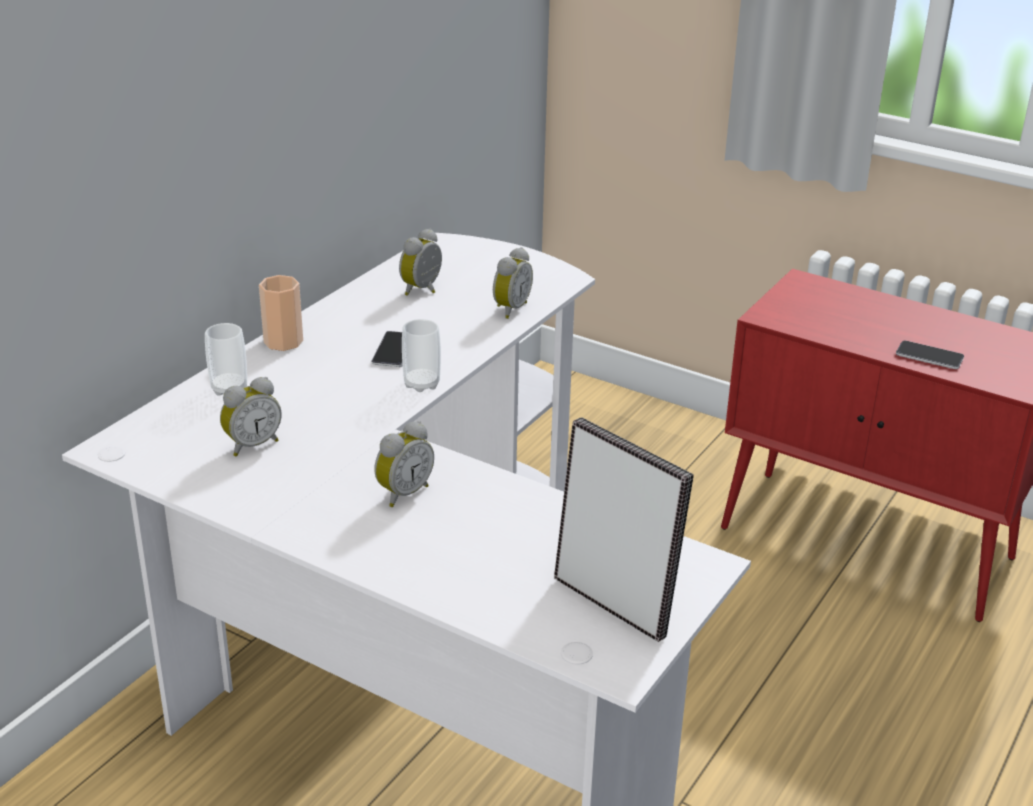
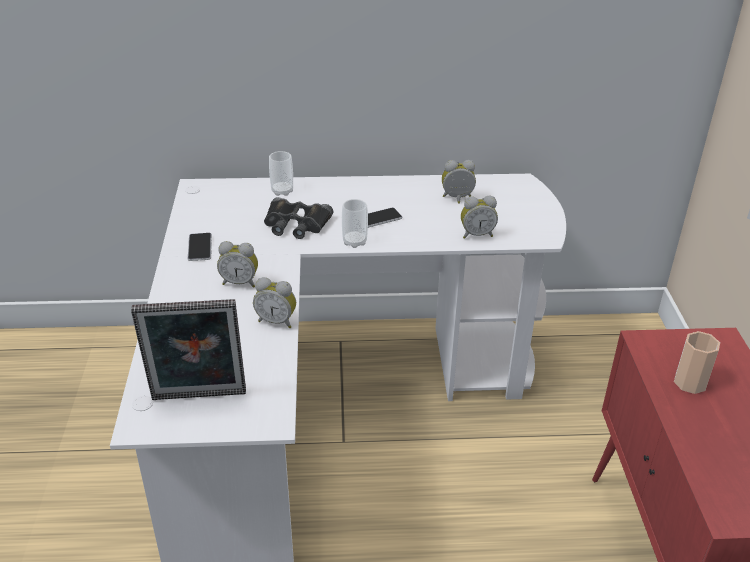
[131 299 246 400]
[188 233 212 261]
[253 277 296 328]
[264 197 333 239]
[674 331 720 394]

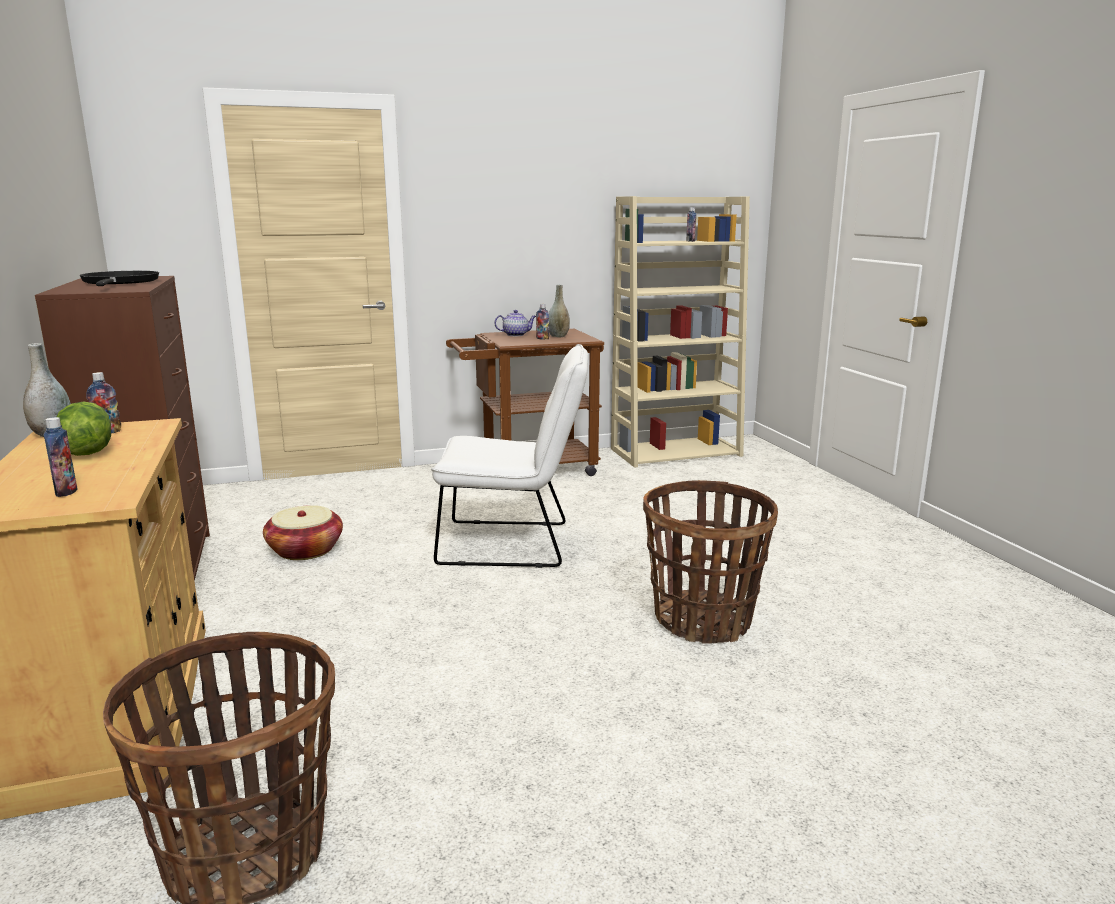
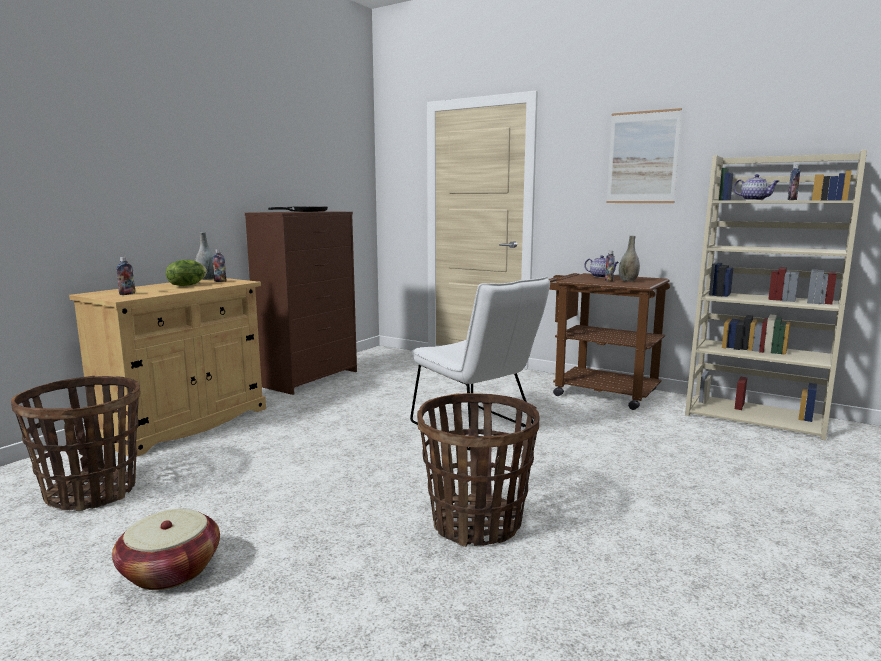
[112 509 220 590]
[607 108 682 203]
[733 174 779 200]

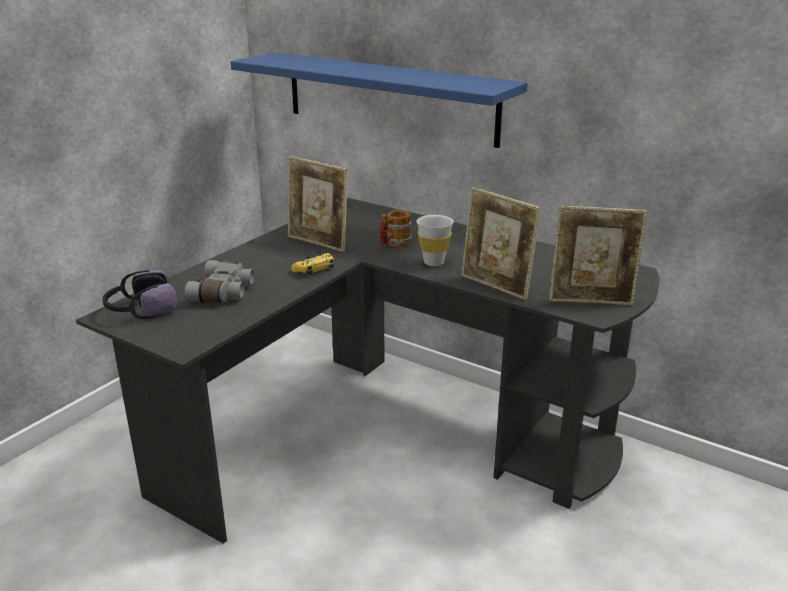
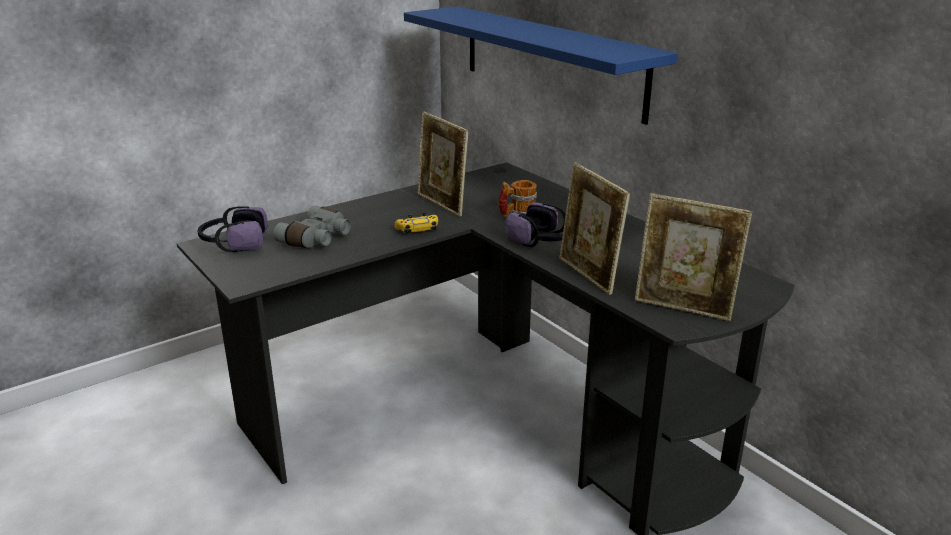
[506 202 565 247]

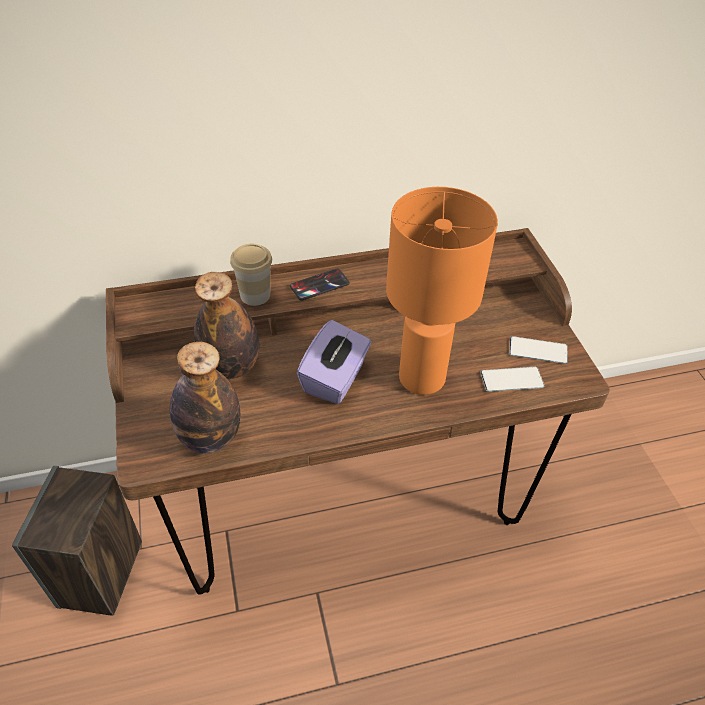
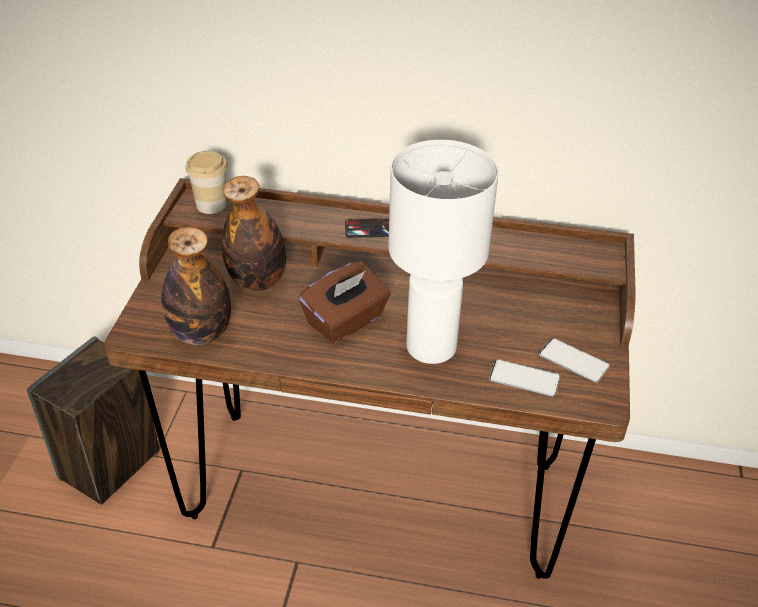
[186 151 228 214]
[299 261 391 343]
[389 140 499 364]

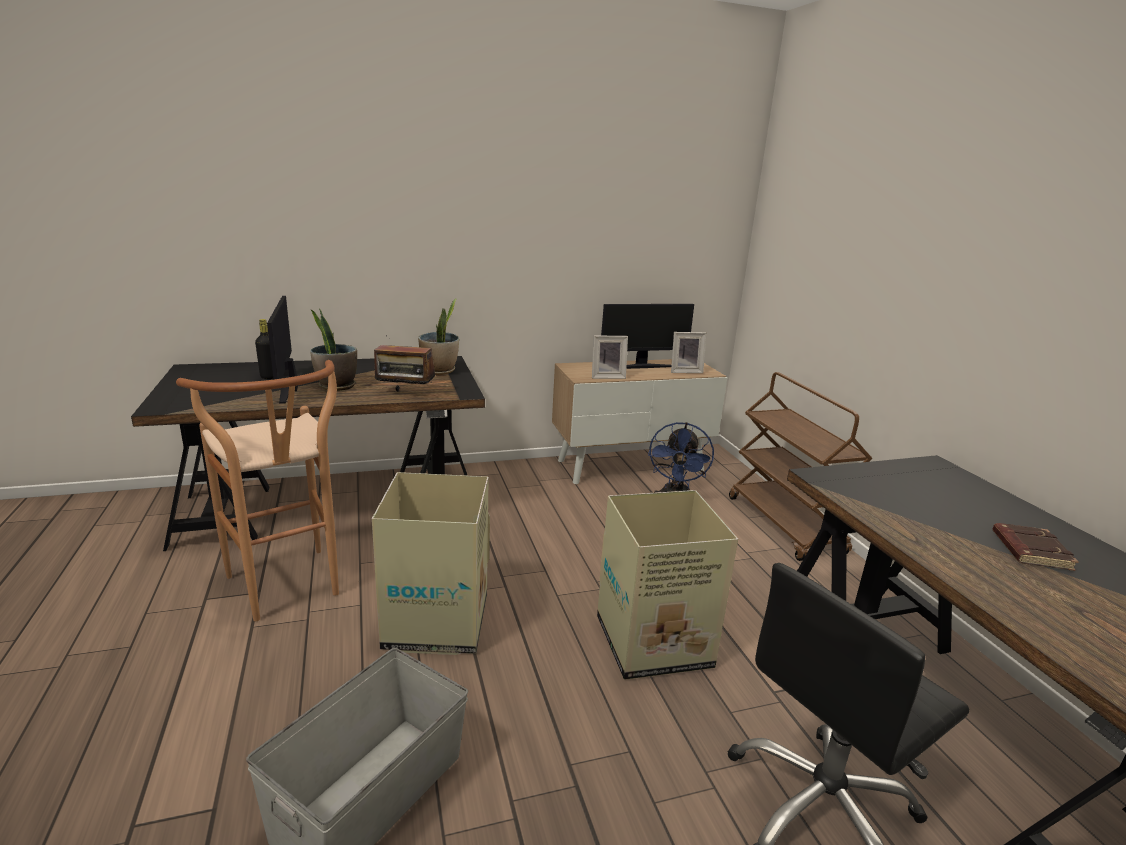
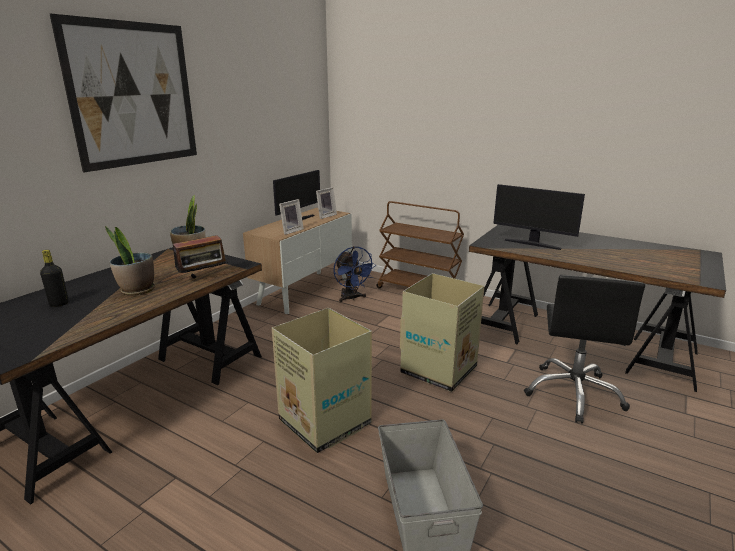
[50 14 197 172]
[493 184 585 250]
[176 360 339 621] (first image)
[992 523 1079 571] (first image)

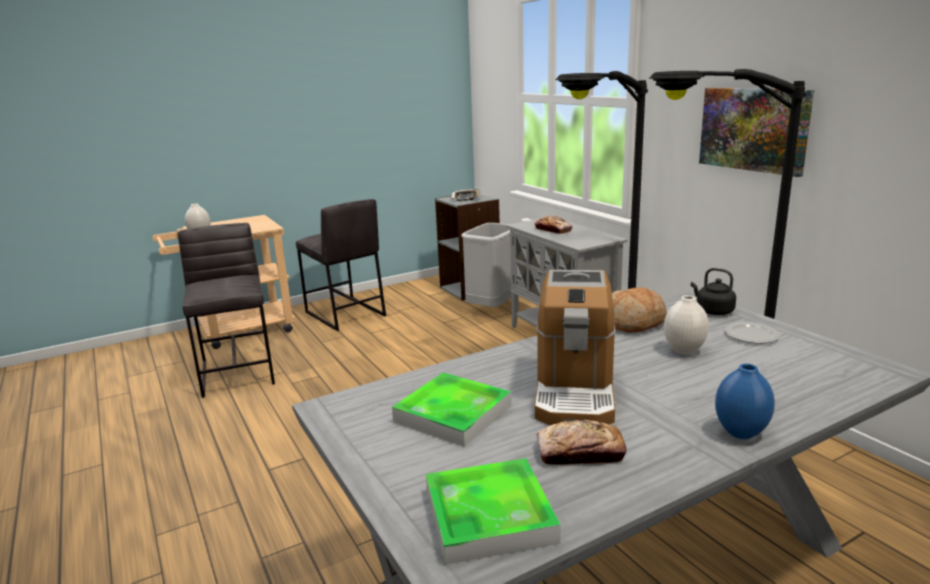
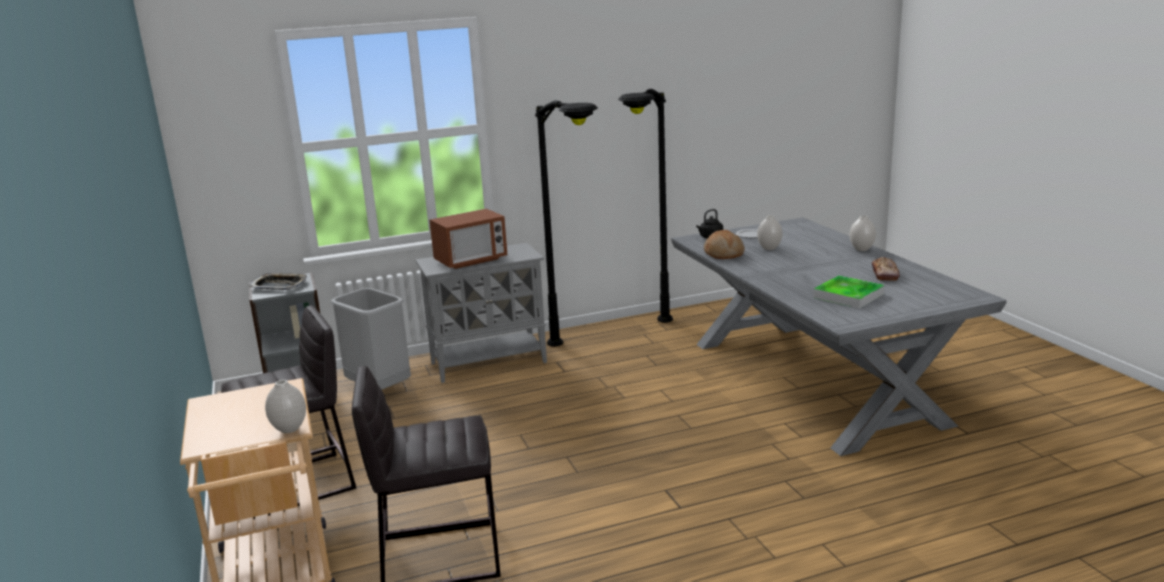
[429 209 507 269]
[850 216 876 251]
[426 458 561 565] (first image)
[535 270 616 425] (first image)
[699 88 814 177] (first image)

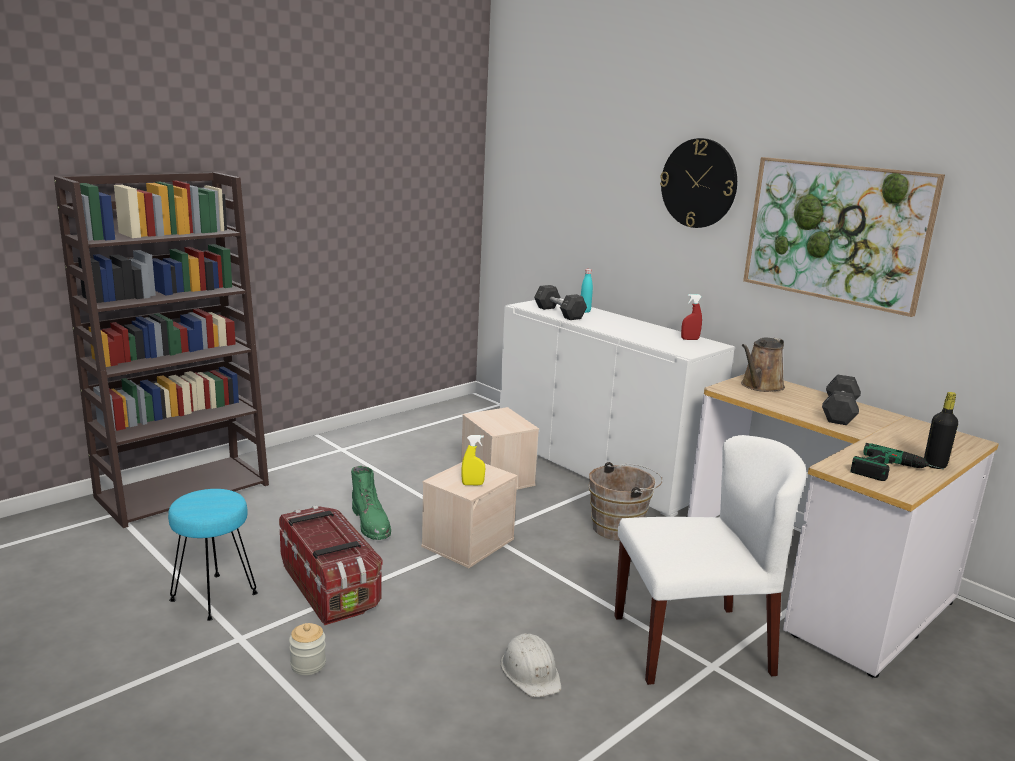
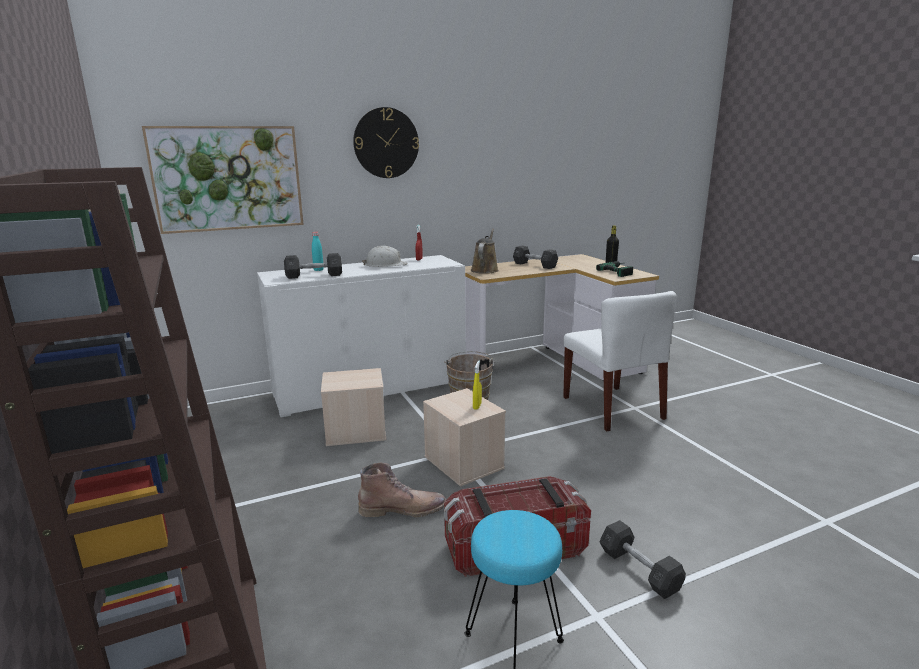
[142 126 304 234]
[358 463 446 518]
[362 246 407 267]
[471 229 499 274]
[563 291 676 431]
[600 520 686 599]

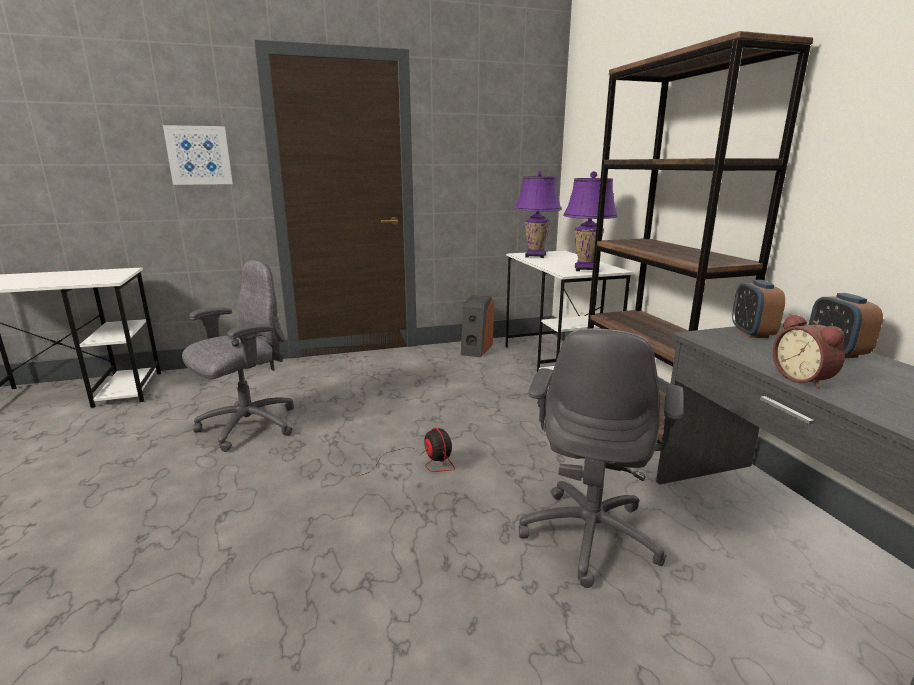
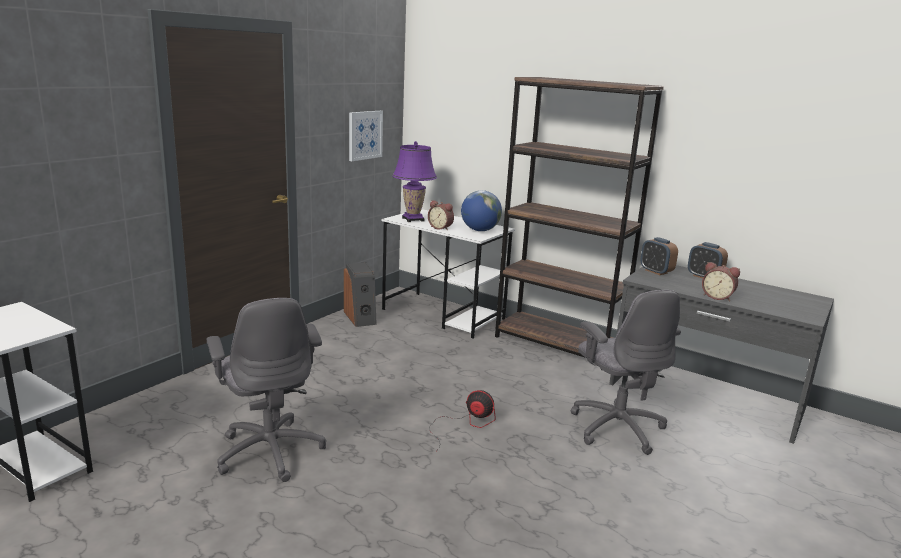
[207 298 326 482]
[349 111 383 161]
[428 200 454 231]
[461 190 502 231]

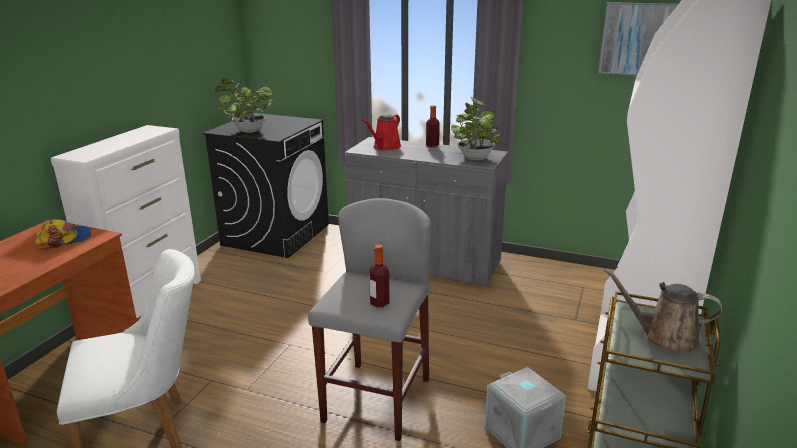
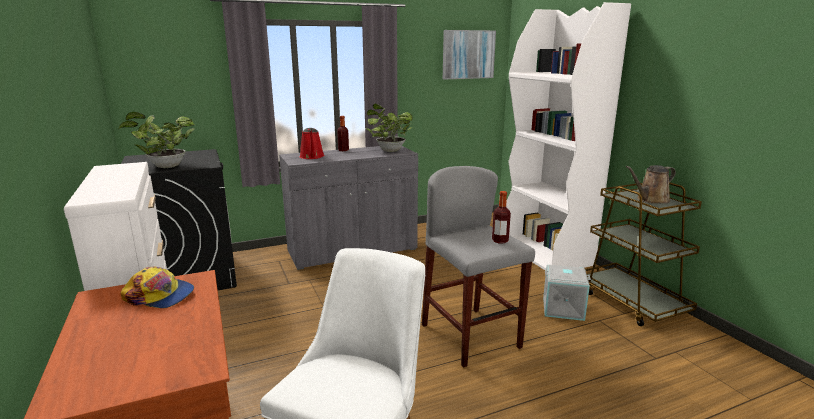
[121 266 194 308]

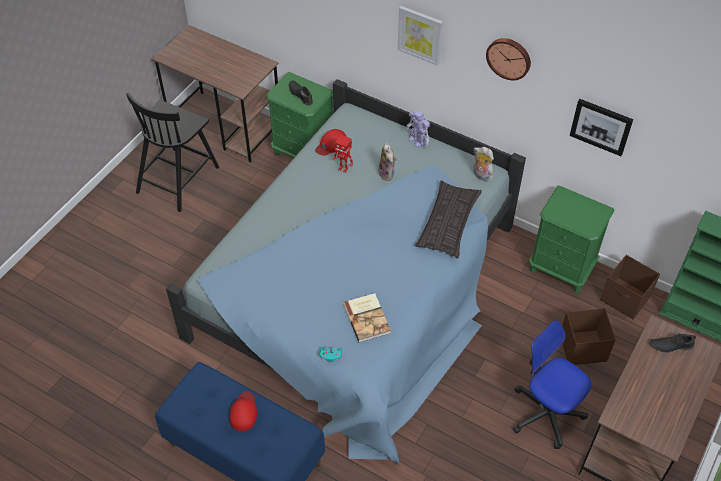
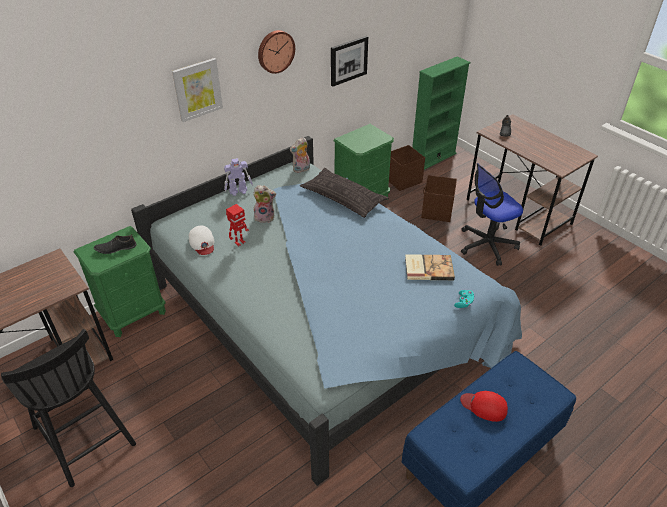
[189 225 215 255]

